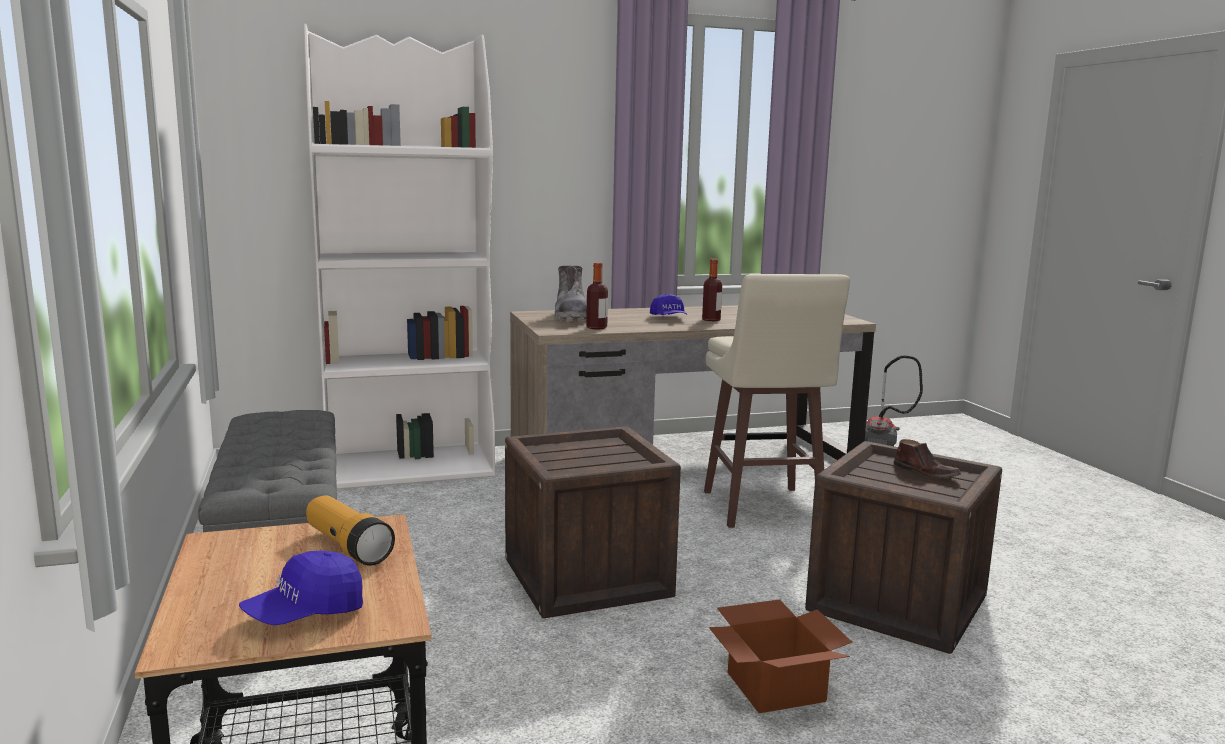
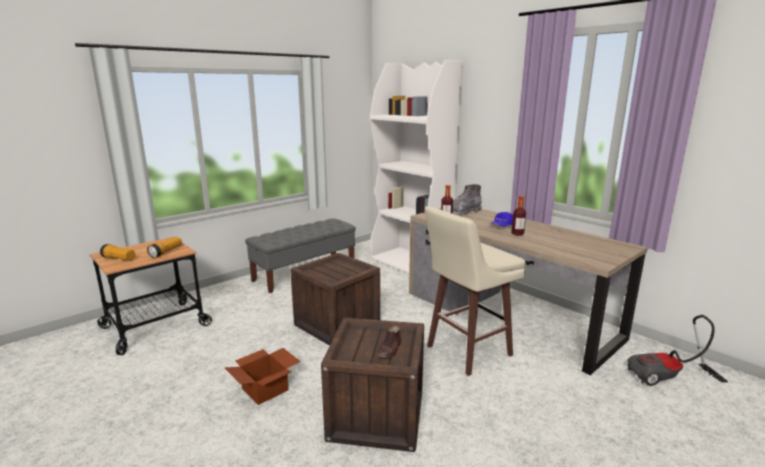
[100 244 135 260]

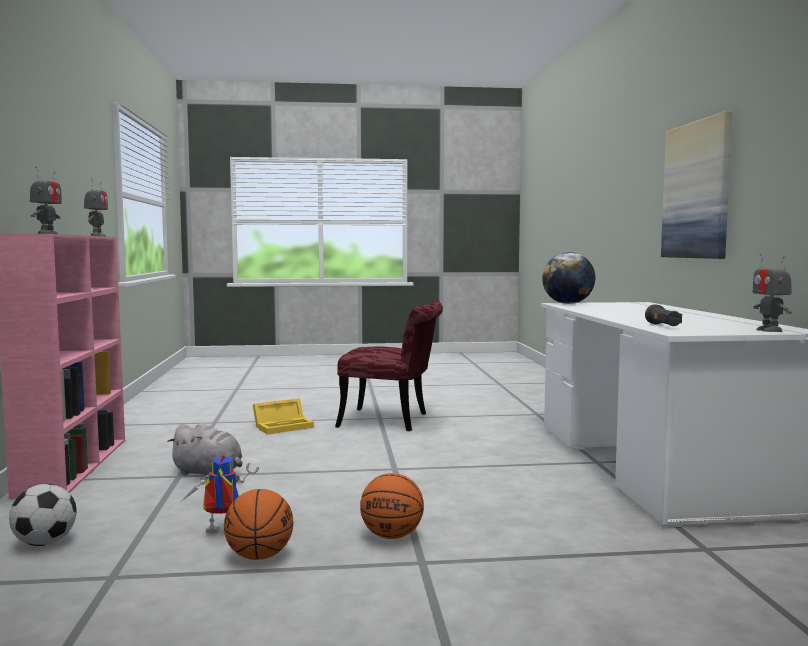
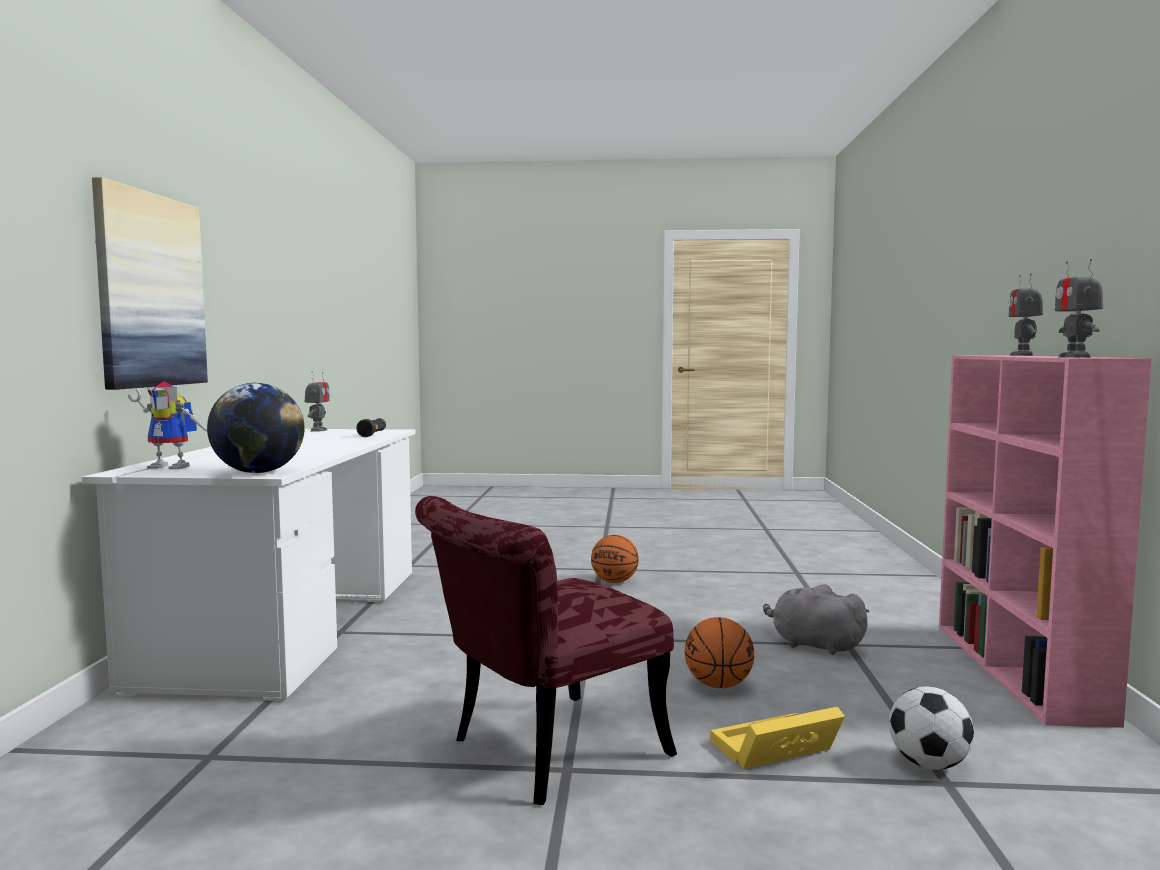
[128 381 207 469]
[415 496 677 805]
[685 617 754 688]
[889 686 974 770]

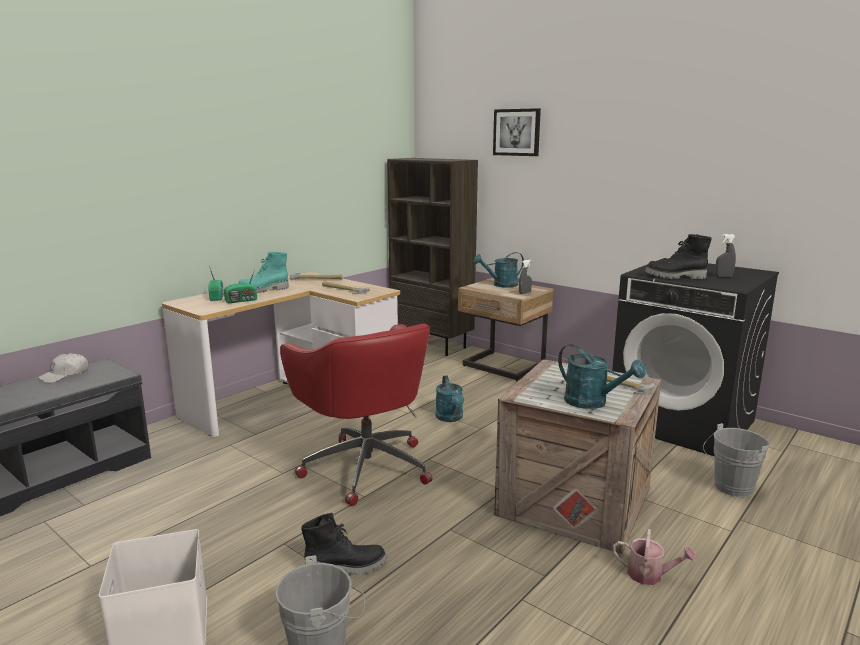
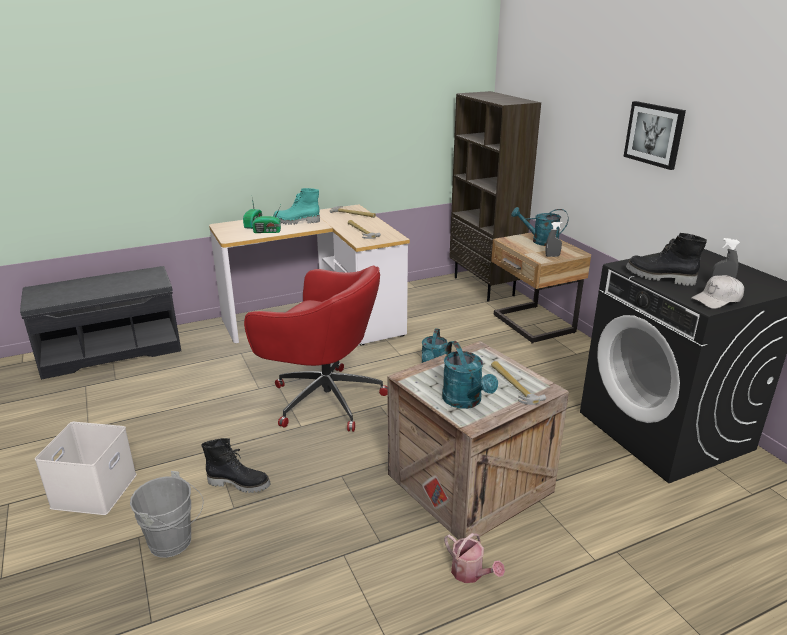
[244 266 388 432]
[623 101 686 170]
[691 275 744 309]
[703 423 770 497] (first image)

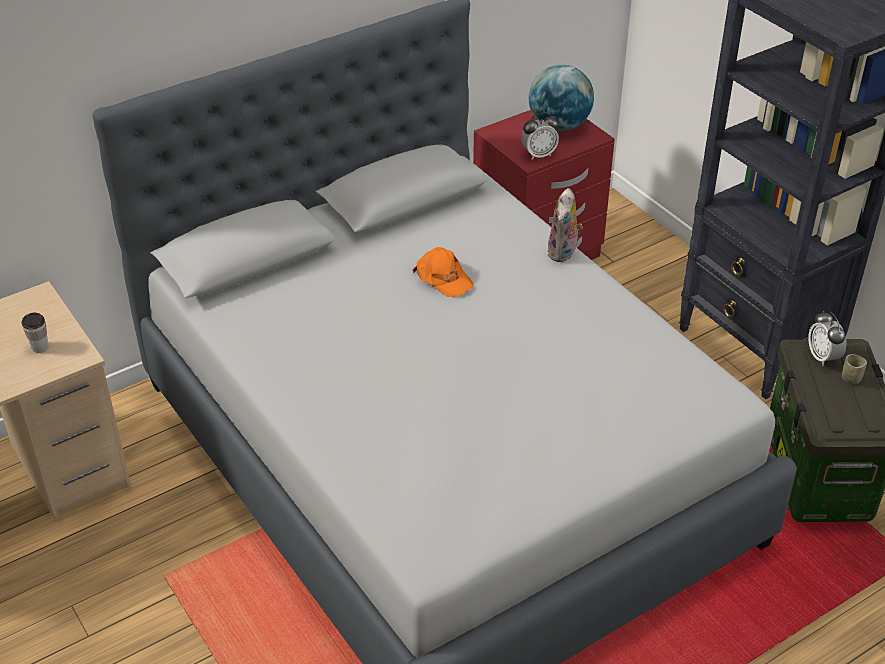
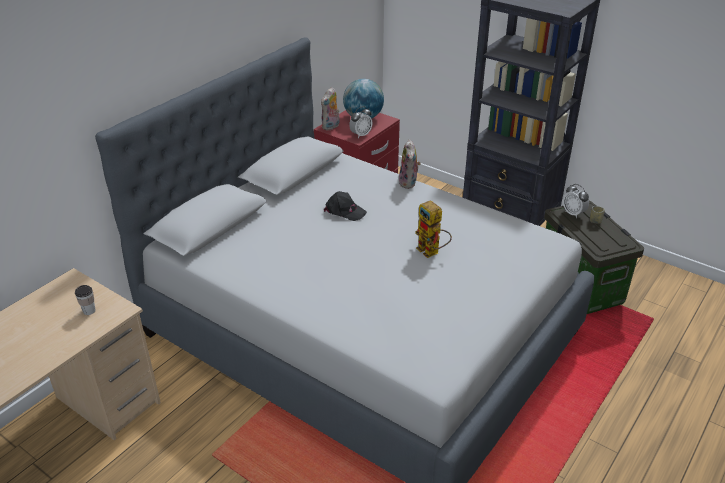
[321 87 340 131]
[324 191 367 221]
[415 200 452 258]

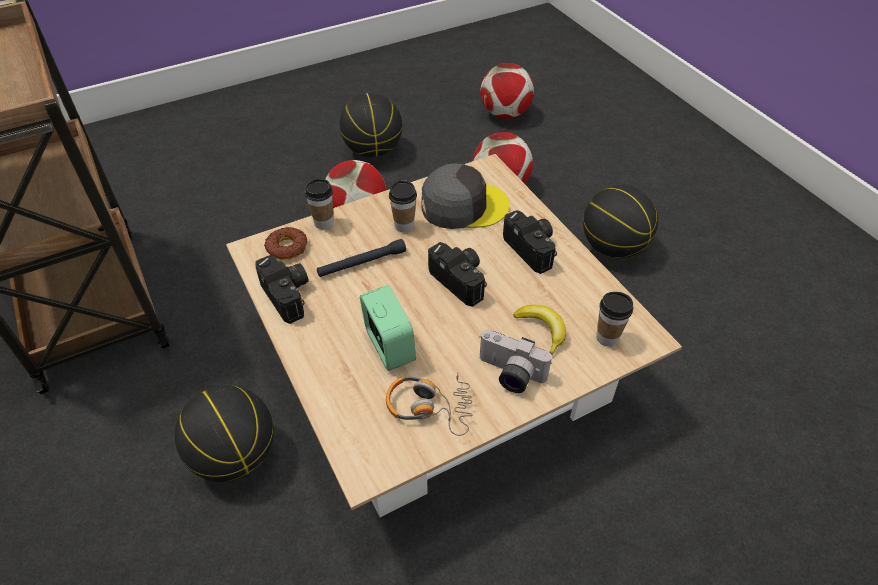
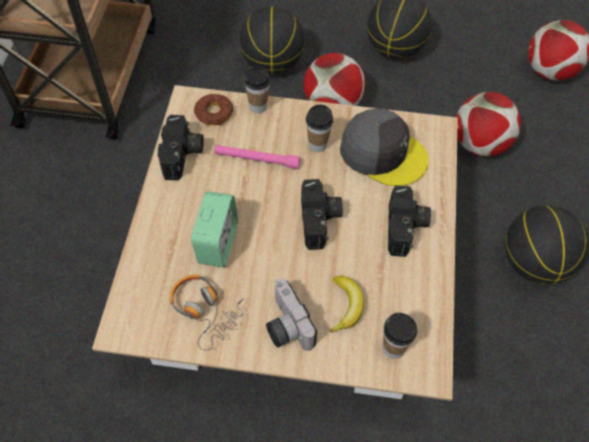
[214 145 300 169]
[240 6 305 74]

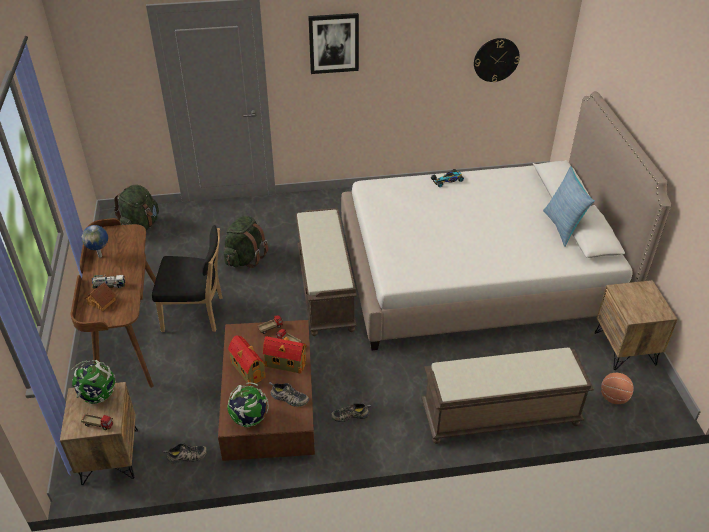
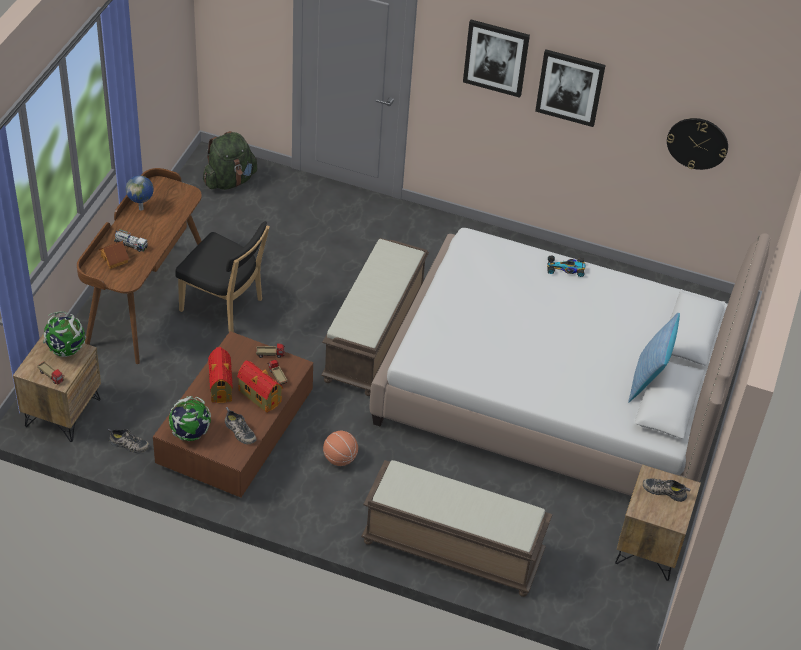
[323 431 358 466]
[535 49 605 127]
[643 478 691 502]
[224 216 268 268] (first image)

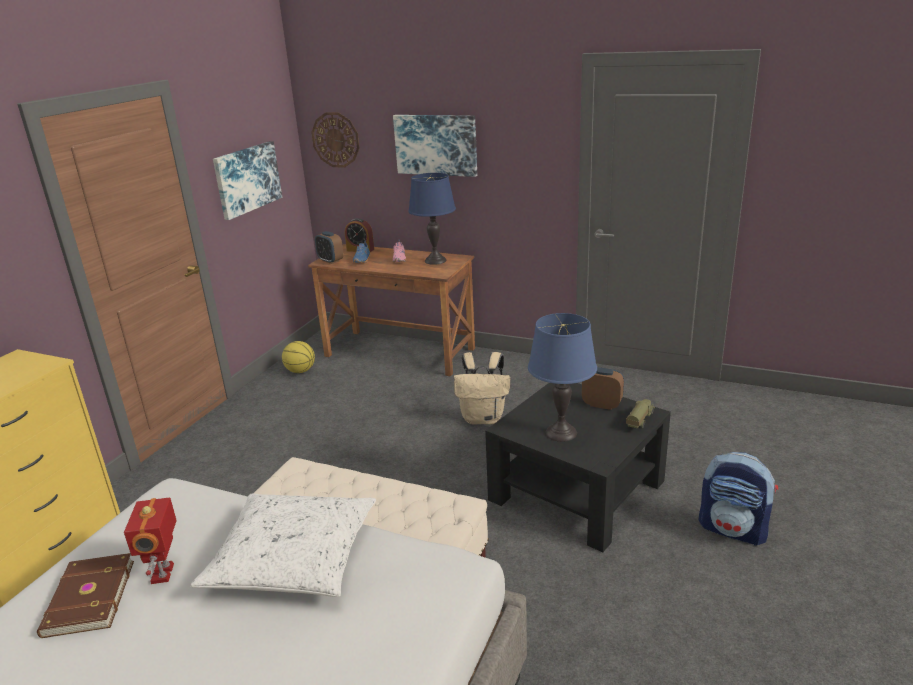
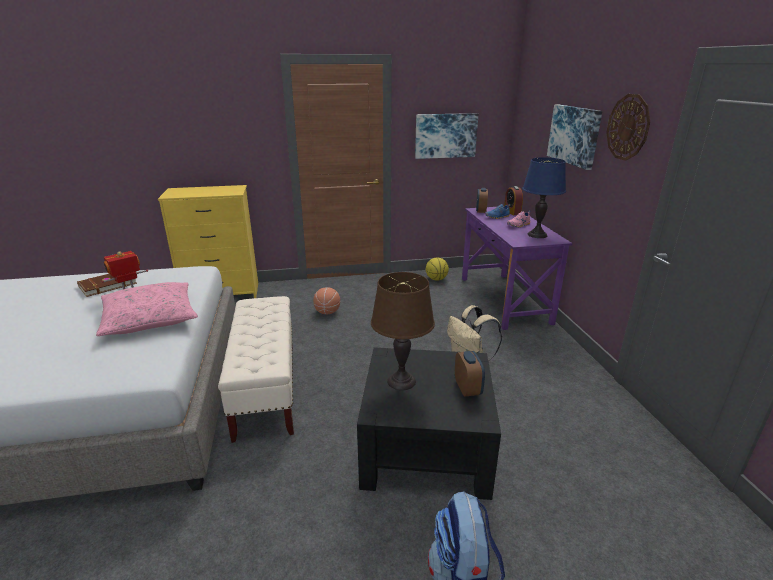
[96 282 198 336]
[313 287 340 314]
[371 272 435 390]
[462 207 573 330]
[606 94 650 161]
[626 399 655 429] (first image)

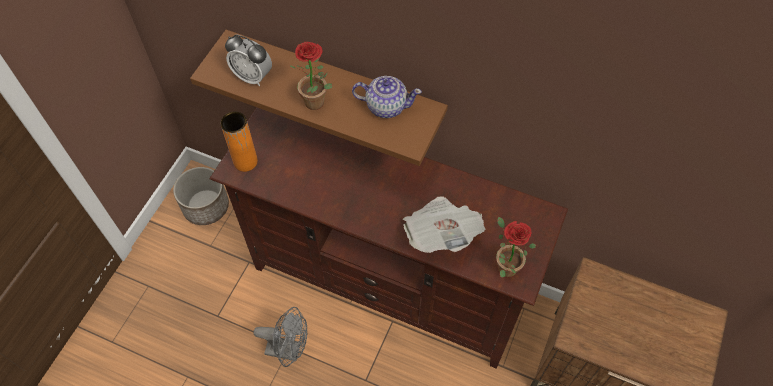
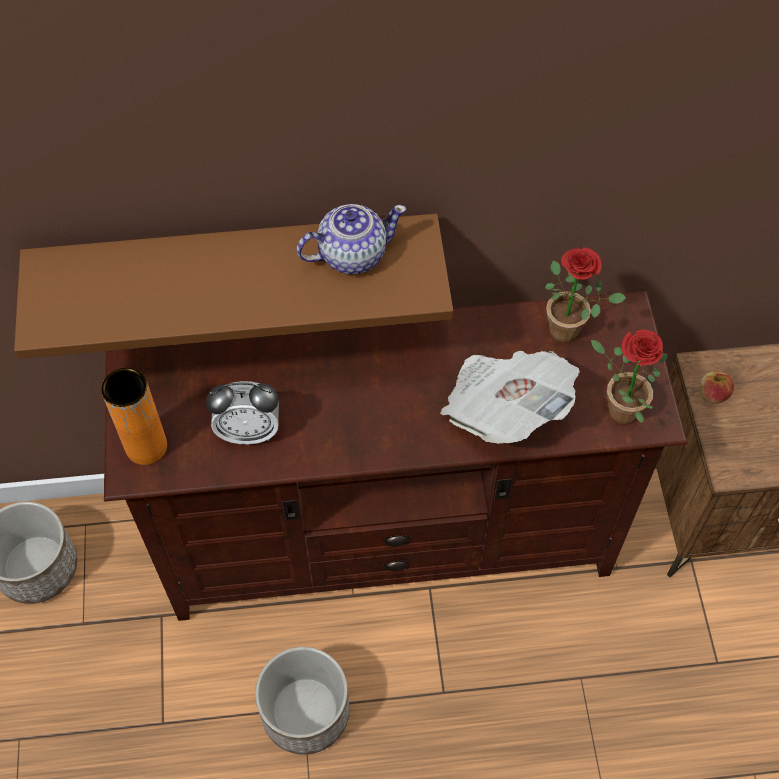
[206 381 279 445]
[255 647 349 755]
[545 247 626 343]
[699 371 734 404]

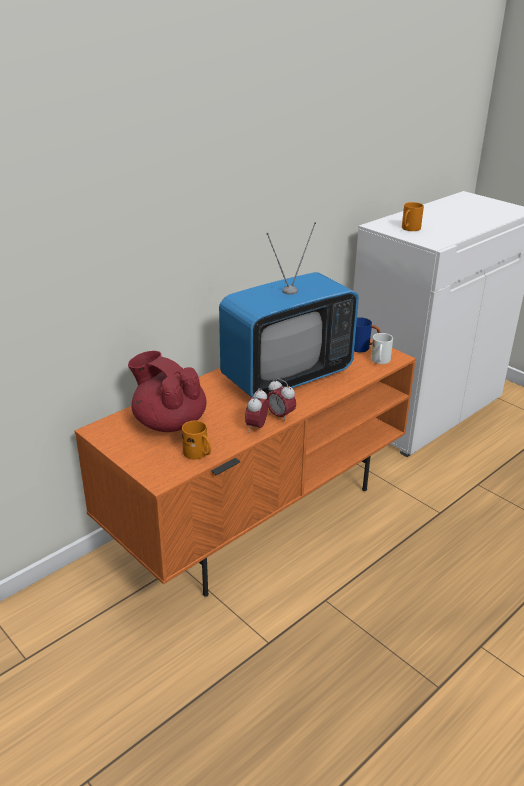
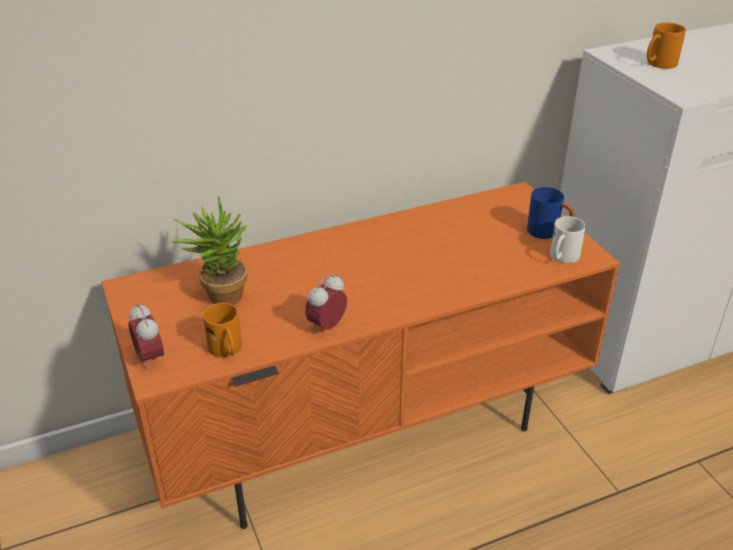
[129 303 164 371]
[171 196 247 305]
[219 222 359 399] (first image)

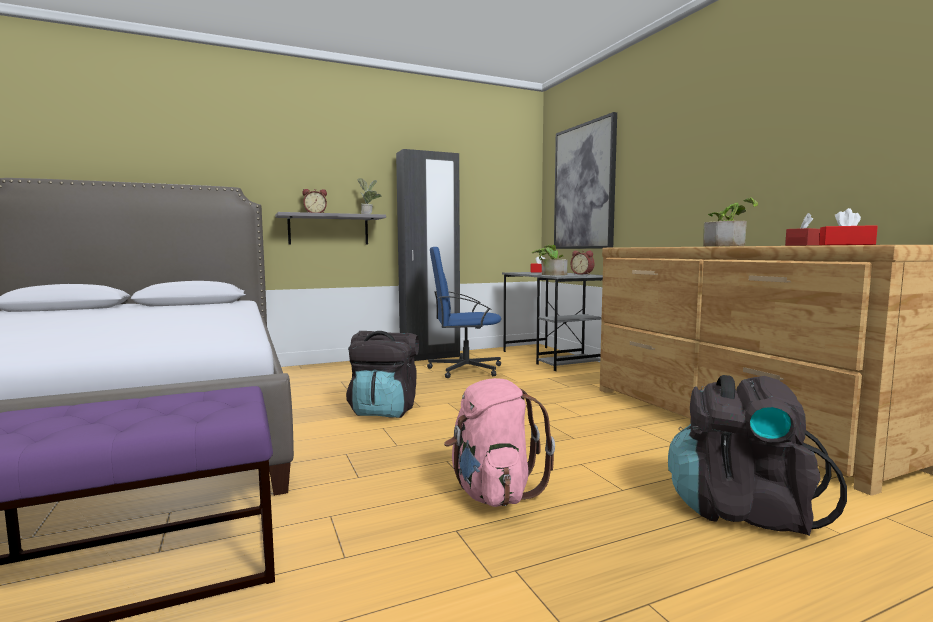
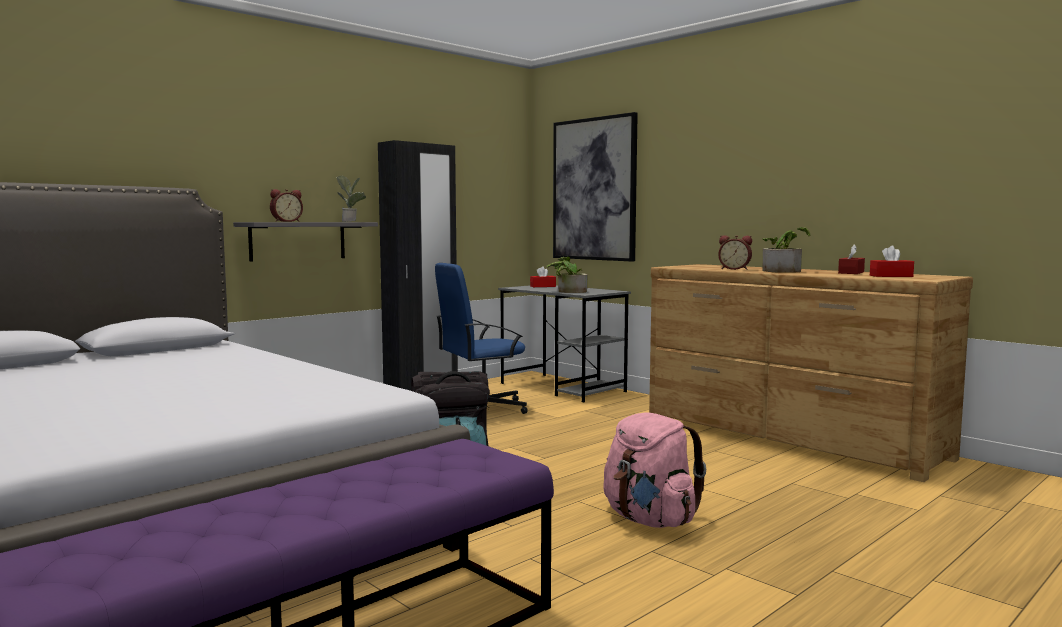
[718 235 752 270]
[668 375 847 536] (first image)

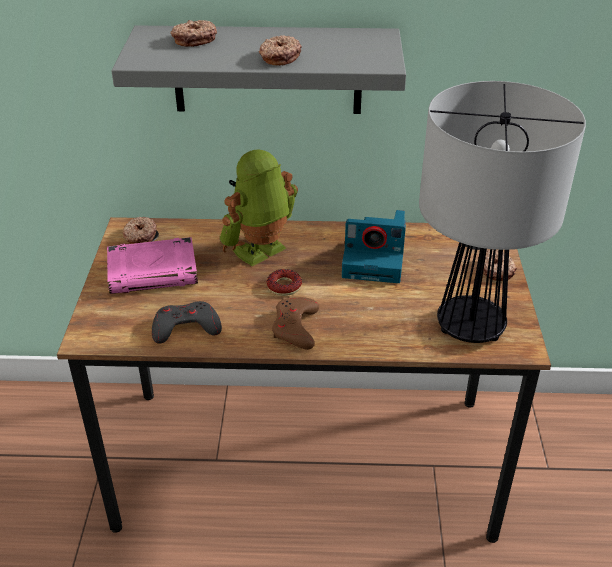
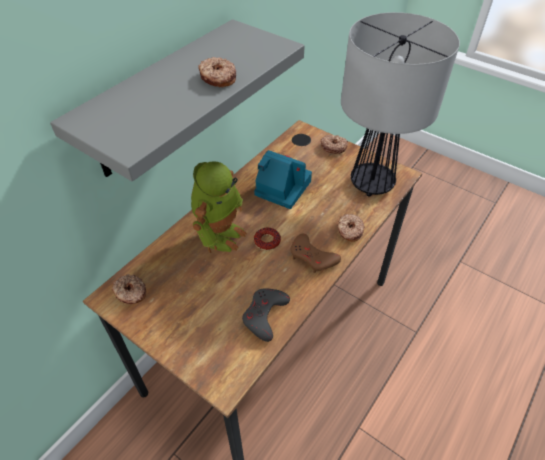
[191 161 247 253]
[254 150 312 209]
[338 214 365 242]
[107 237 198 294] (first image)

